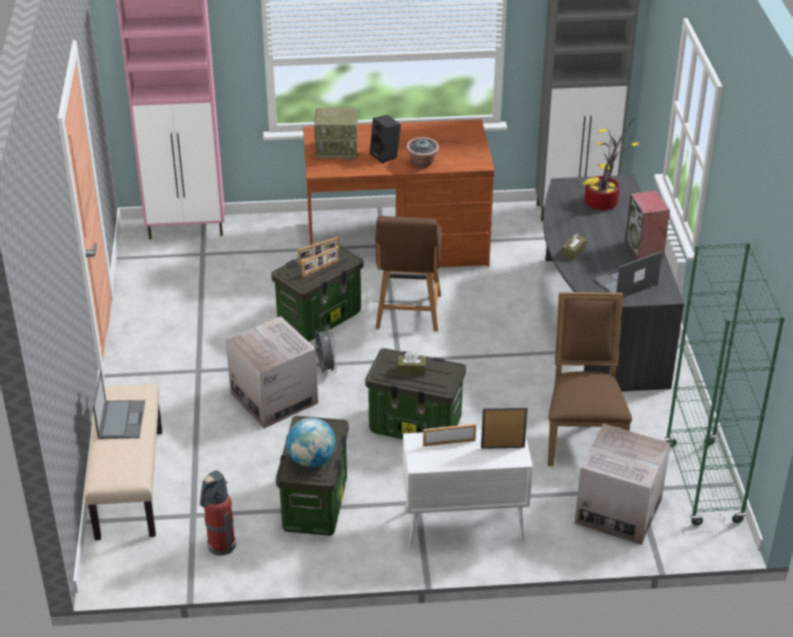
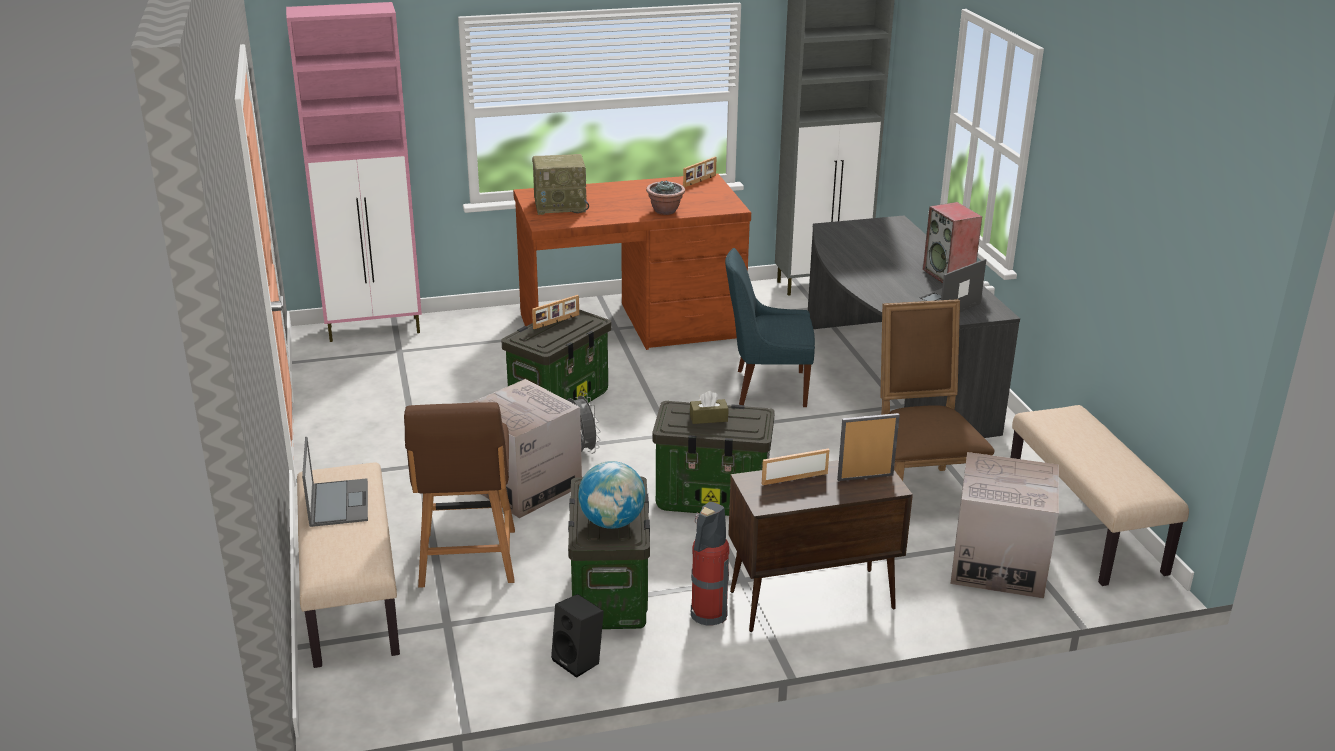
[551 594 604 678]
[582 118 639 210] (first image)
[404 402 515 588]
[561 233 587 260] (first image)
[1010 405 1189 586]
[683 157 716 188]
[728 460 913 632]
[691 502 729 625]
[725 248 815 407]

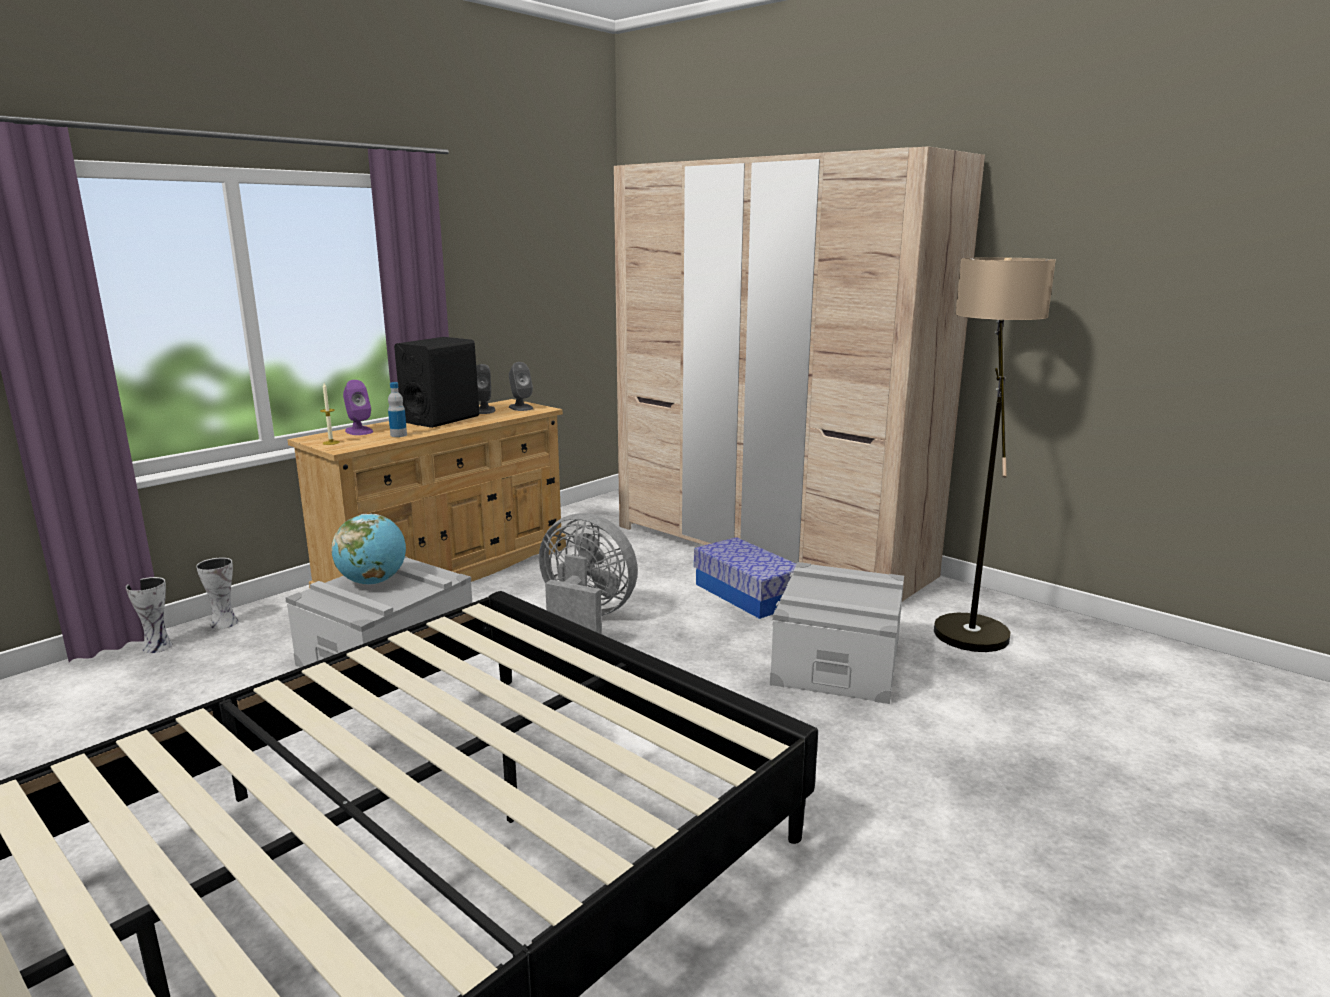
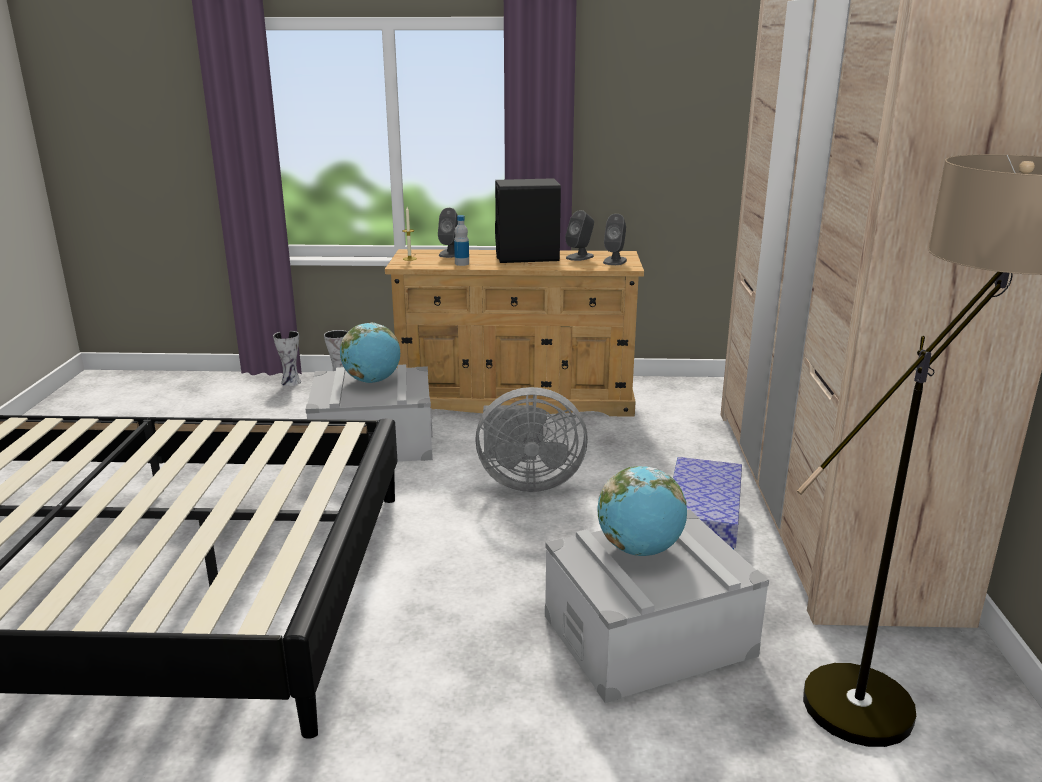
[438 208 458 258]
[475 387 588 493]
[597 466 687 556]

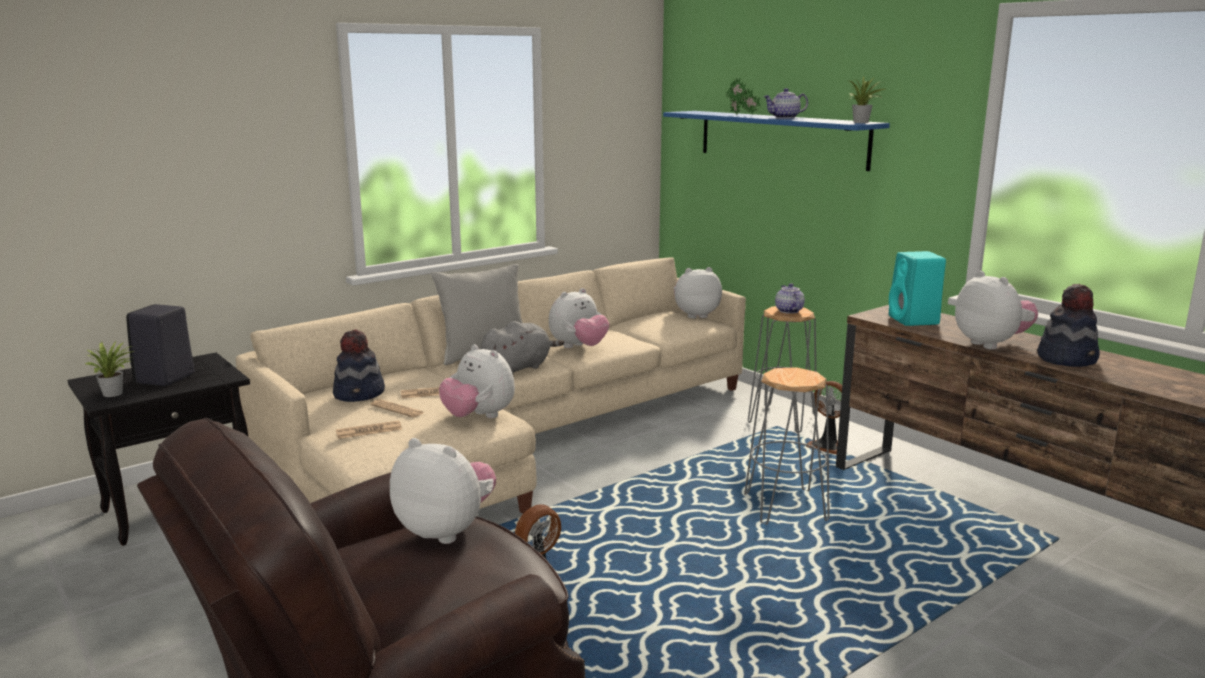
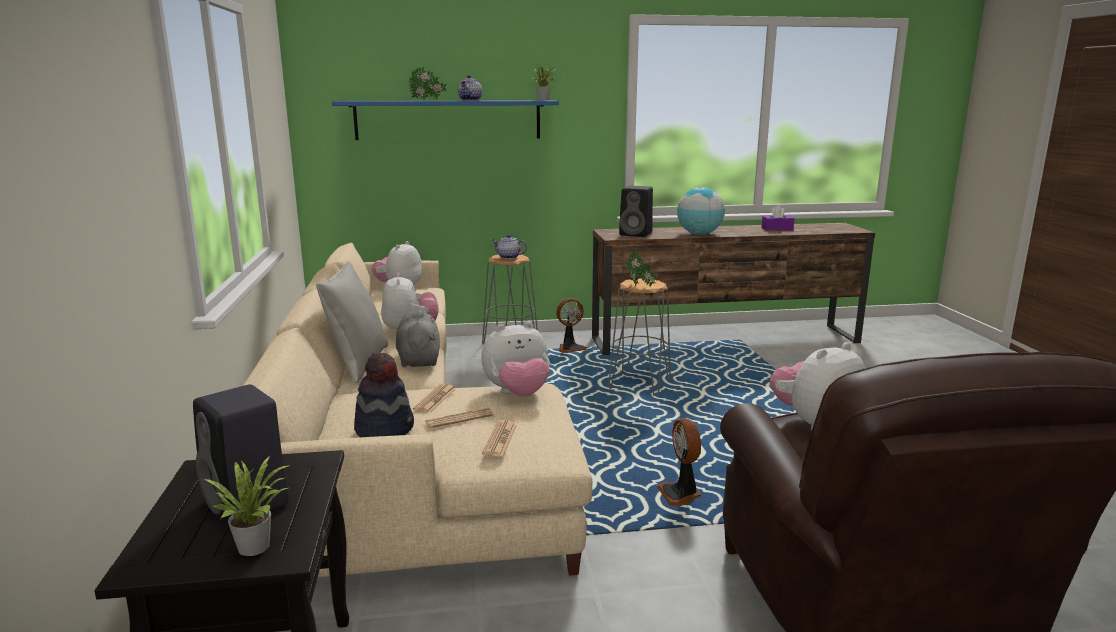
[619 186 653 237]
[677 187 725 235]
[1037 284 1100 367] (first image)
[762 205 794 231]
[625 251 657 287]

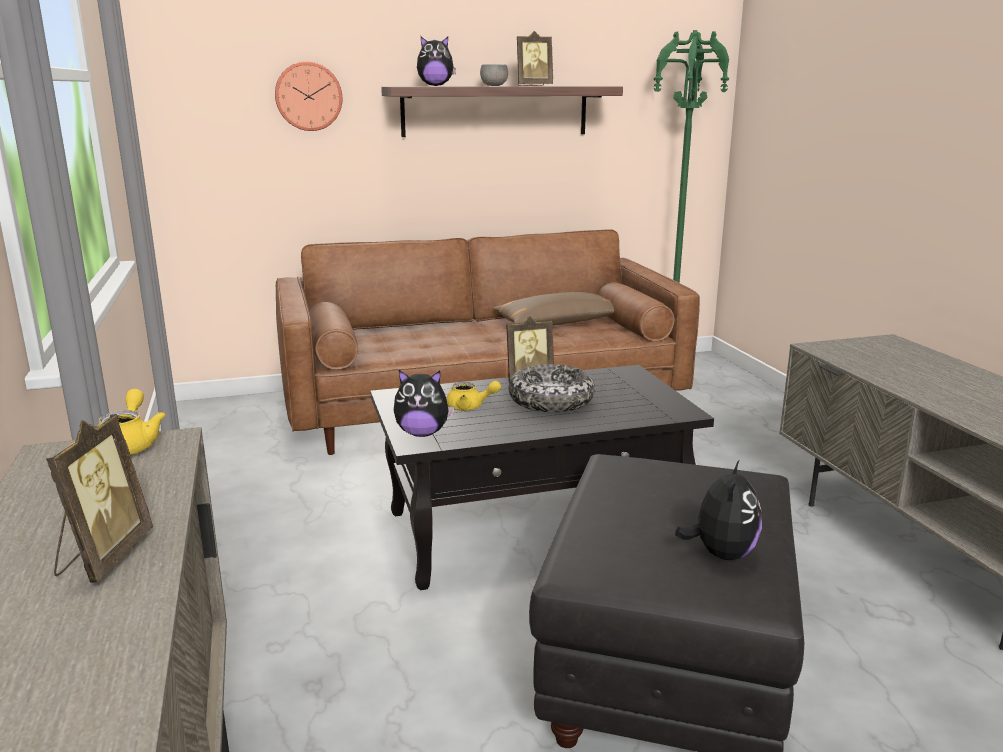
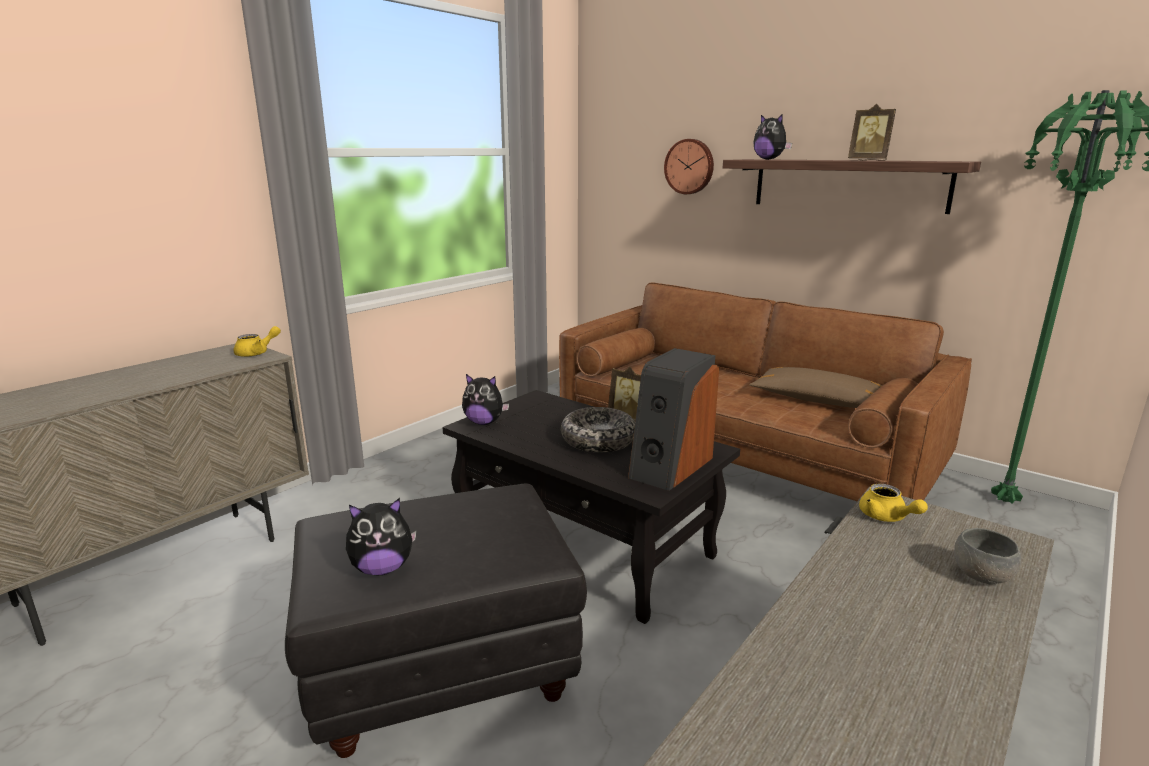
[954 528 1021 585]
[462 374 509 425]
[859 484 928 522]
[46 414 153 583] (first image)
[628 348 719 491]

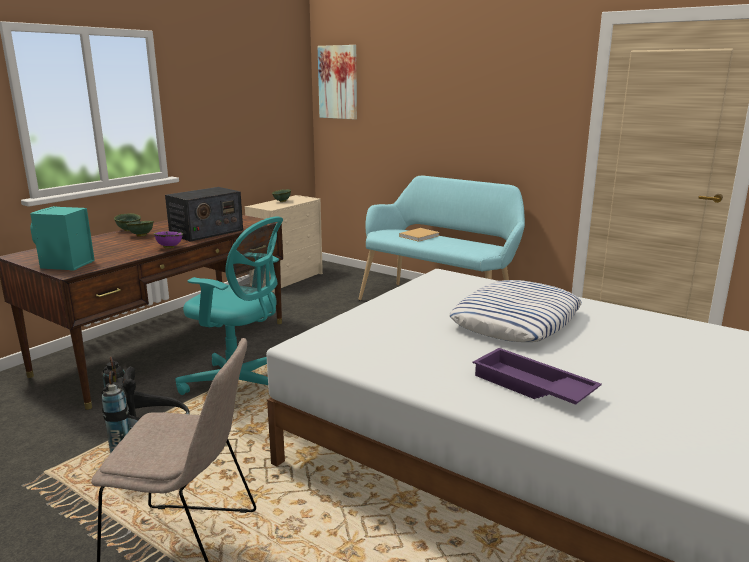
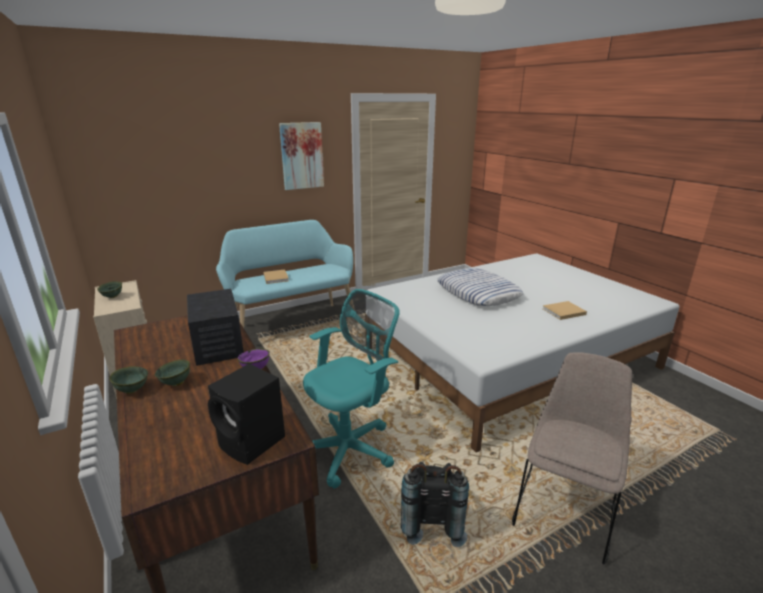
[279 122 324 190]
[208 364 285 465]
[543 301 587 320]

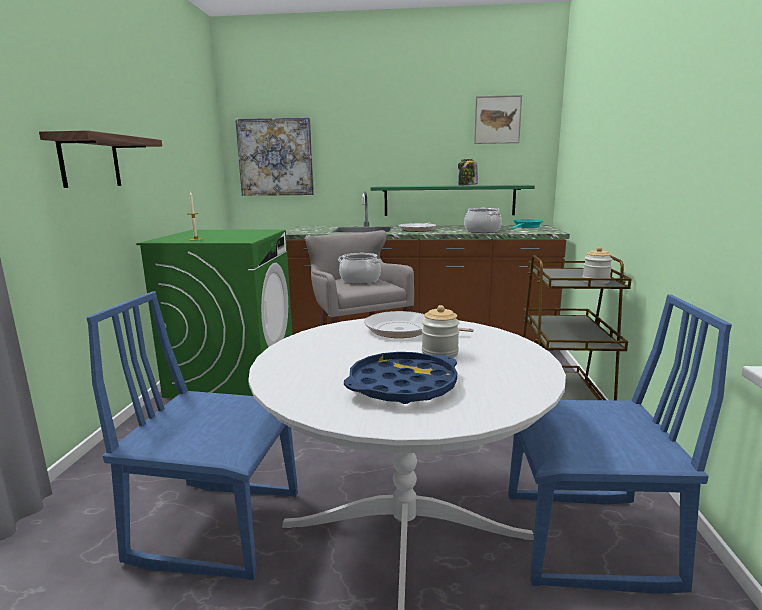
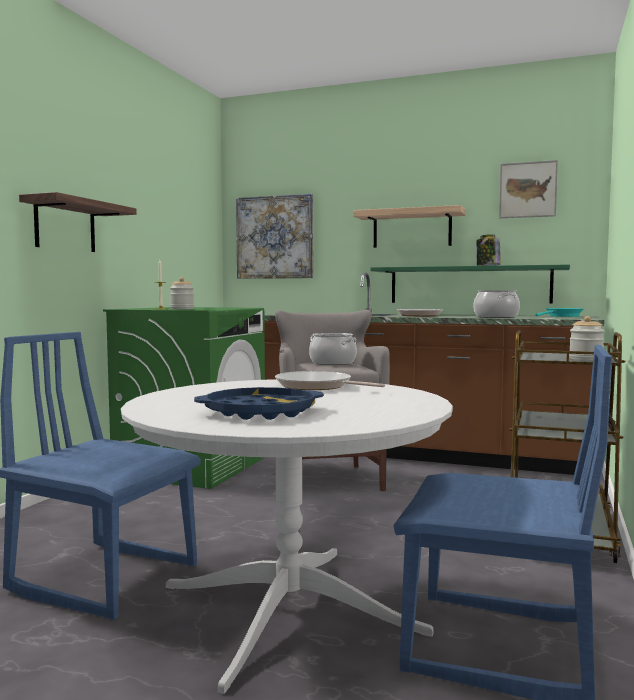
[170 277 194 310]
[353 205 466 248]

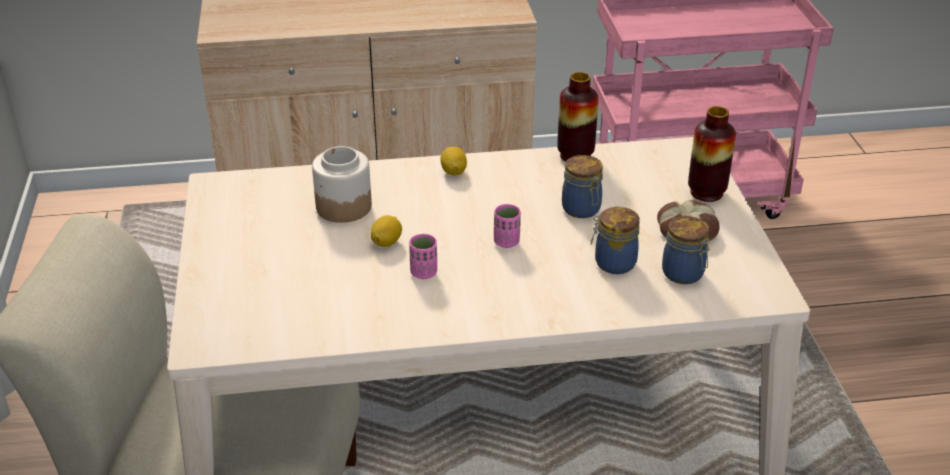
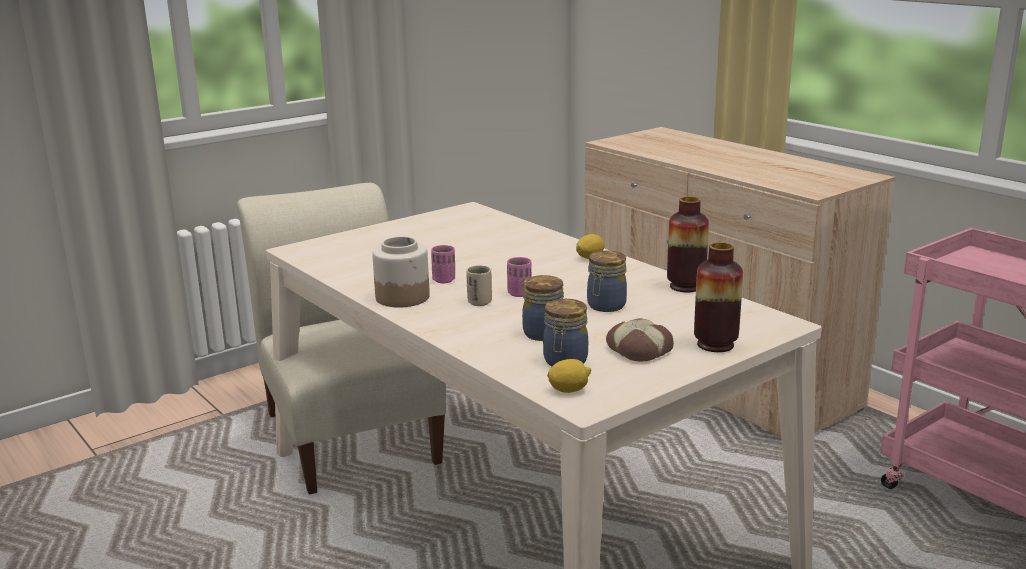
[372 236 430 308]
[547 359 591 393]
[466 265 492 306]

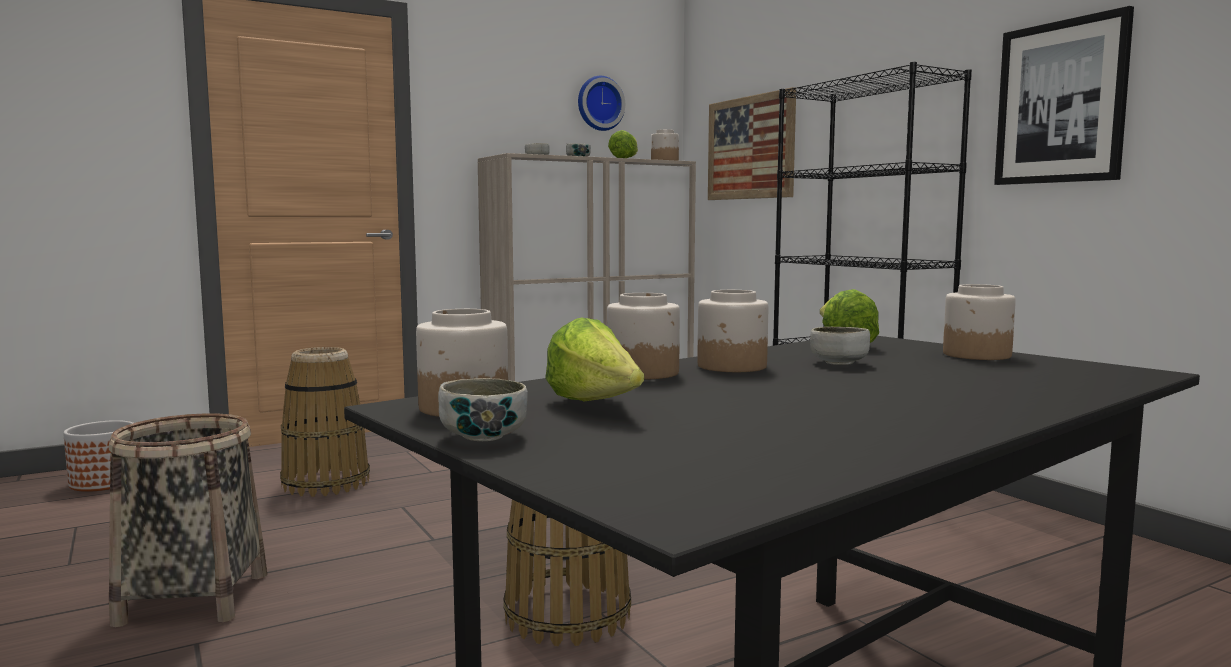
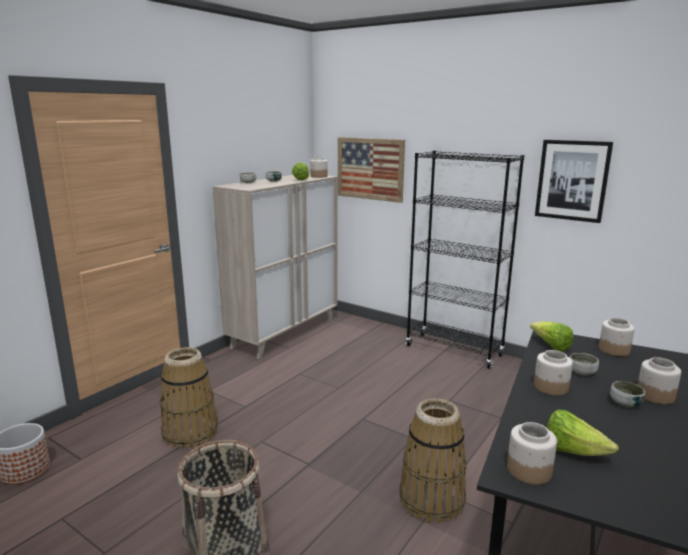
[578 76 625 131] (first image)
[638 357 681 404]
[610 381 645 407]

